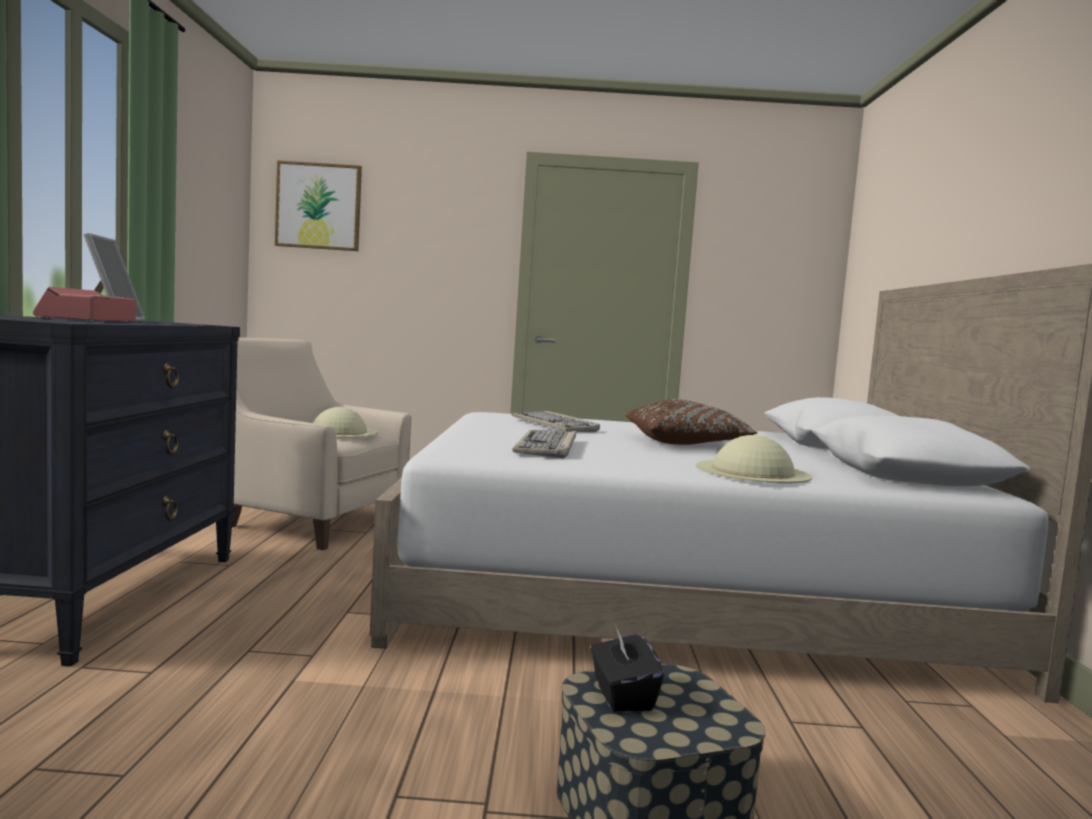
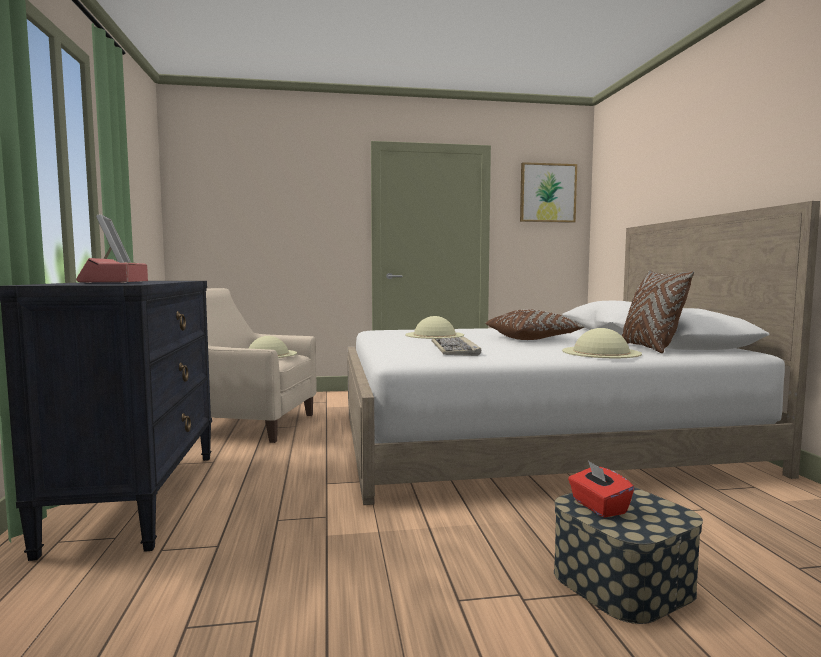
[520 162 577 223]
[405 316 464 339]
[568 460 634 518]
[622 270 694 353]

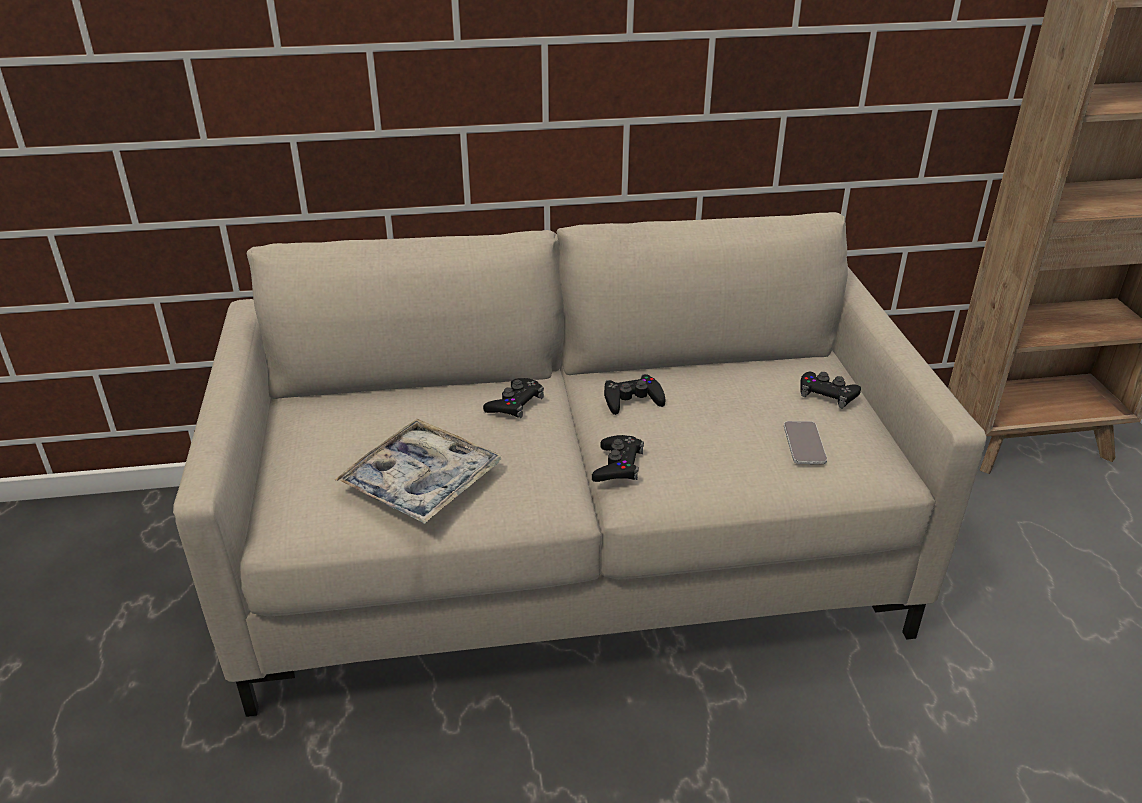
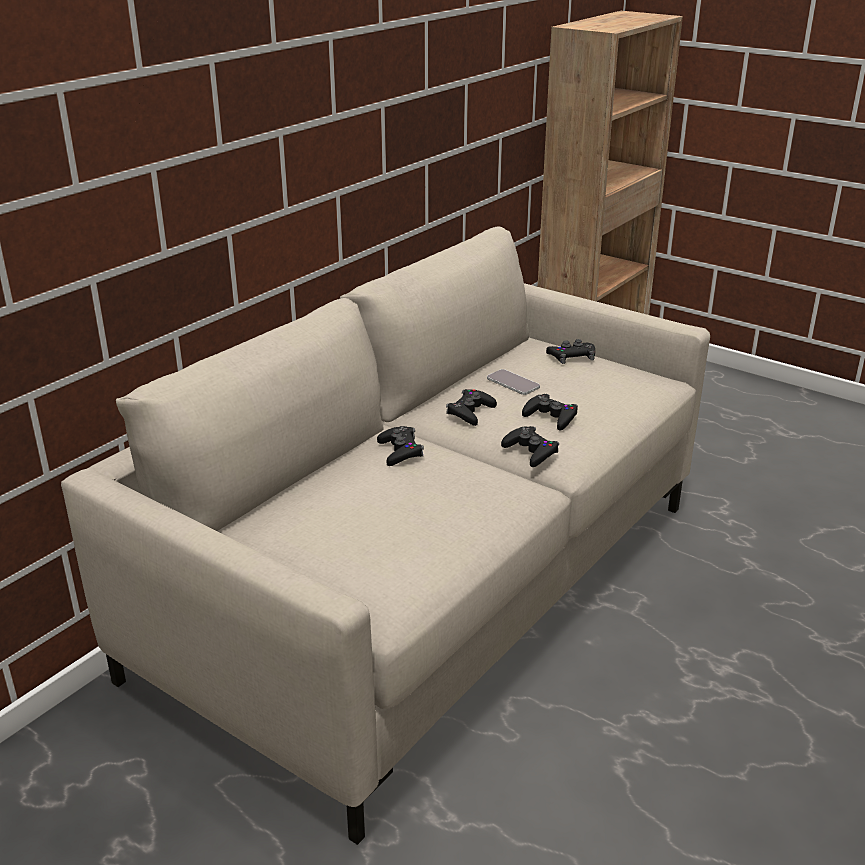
[335 419 501 524] (first image)
[487 369 540 395]
[522 394 578 431]

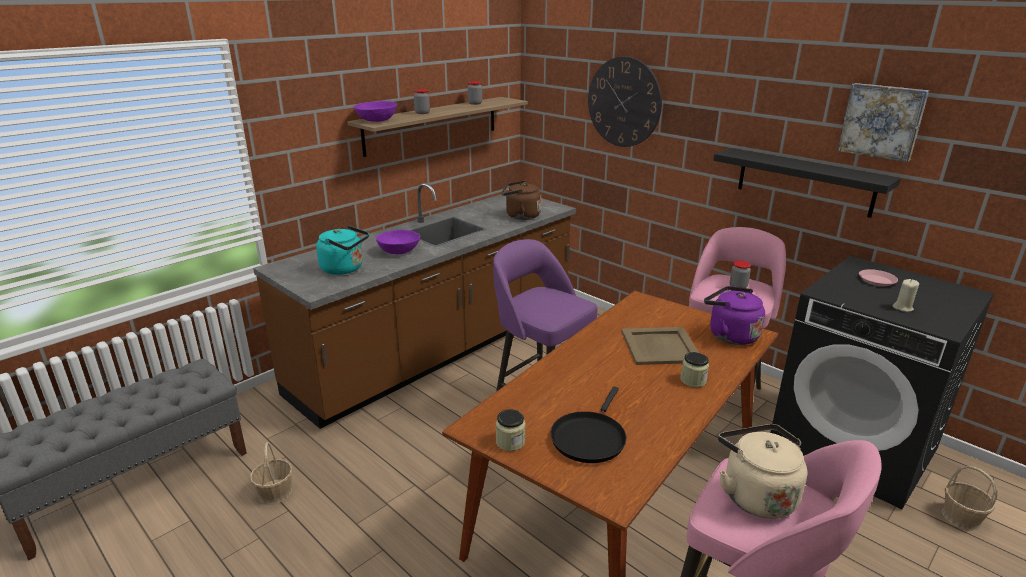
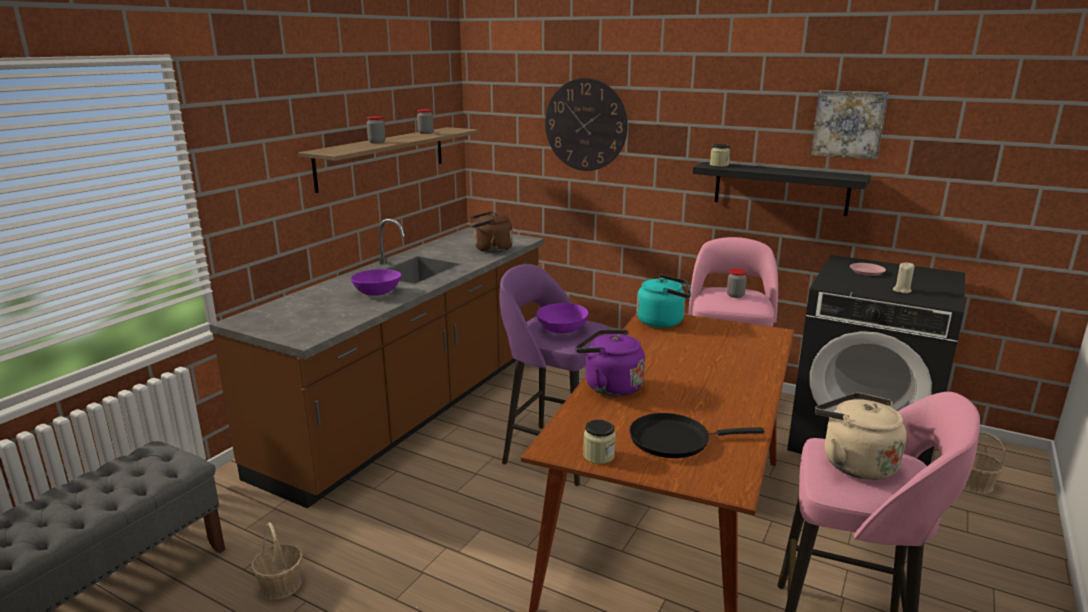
[536 303 589 333]
[637 275 691 328]
[575 330 645 396]
[621 327 699 365] (first image)
[710 144 730 167]
[629 413 764 458]

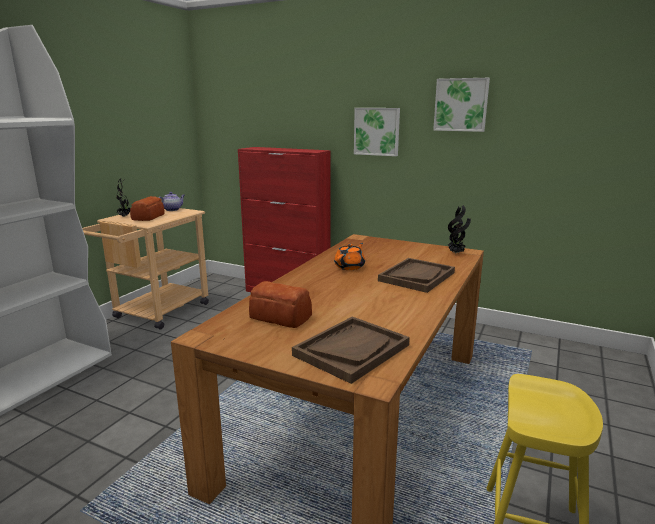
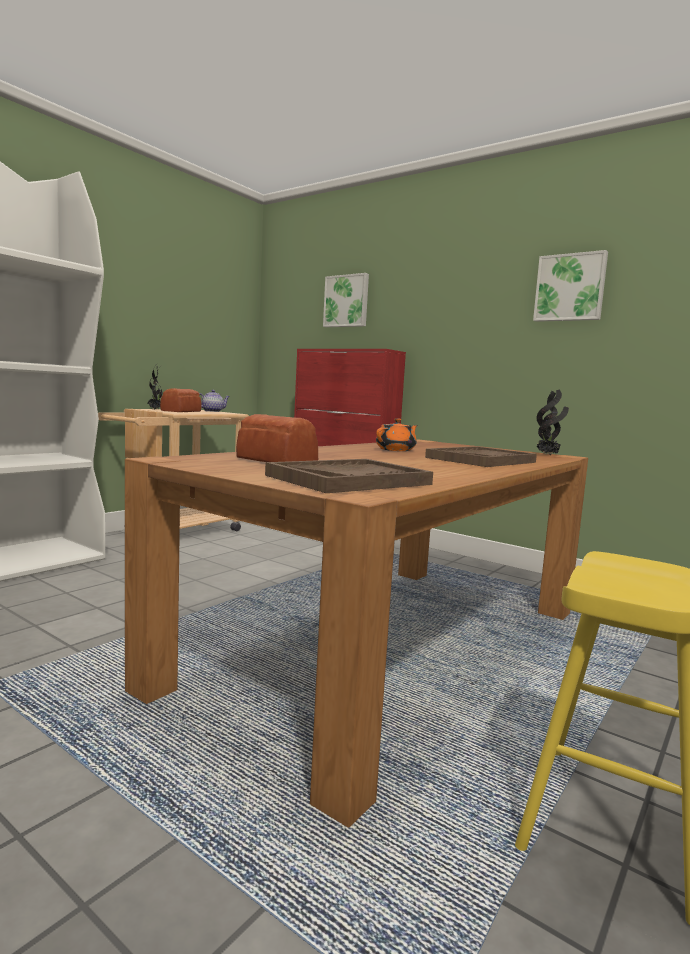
[323 273 369 327]

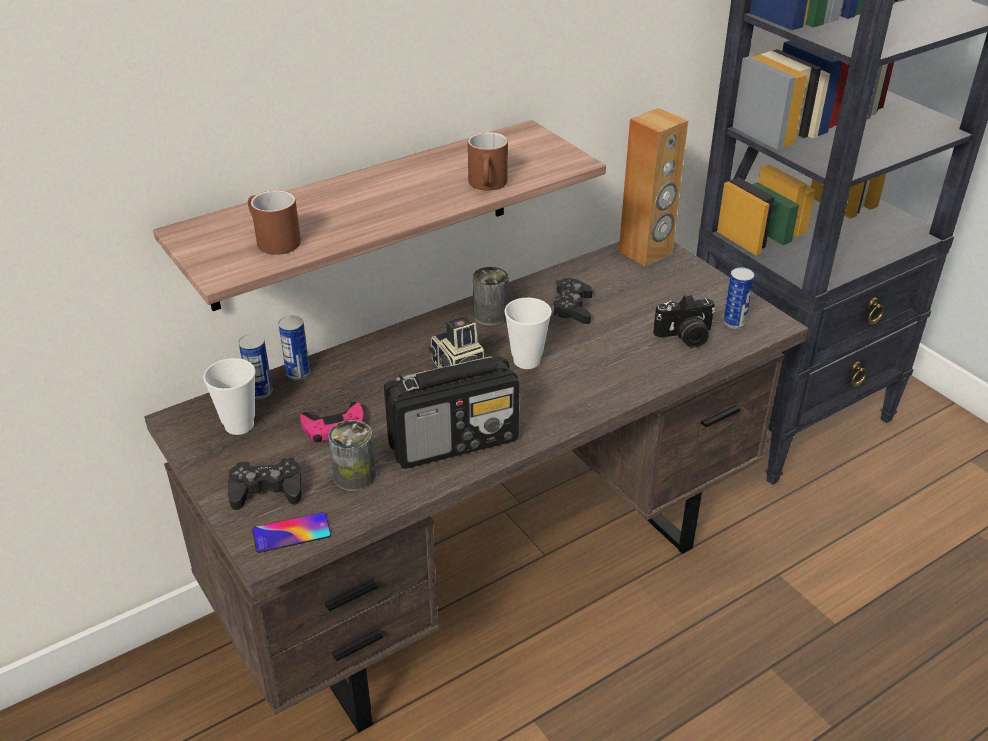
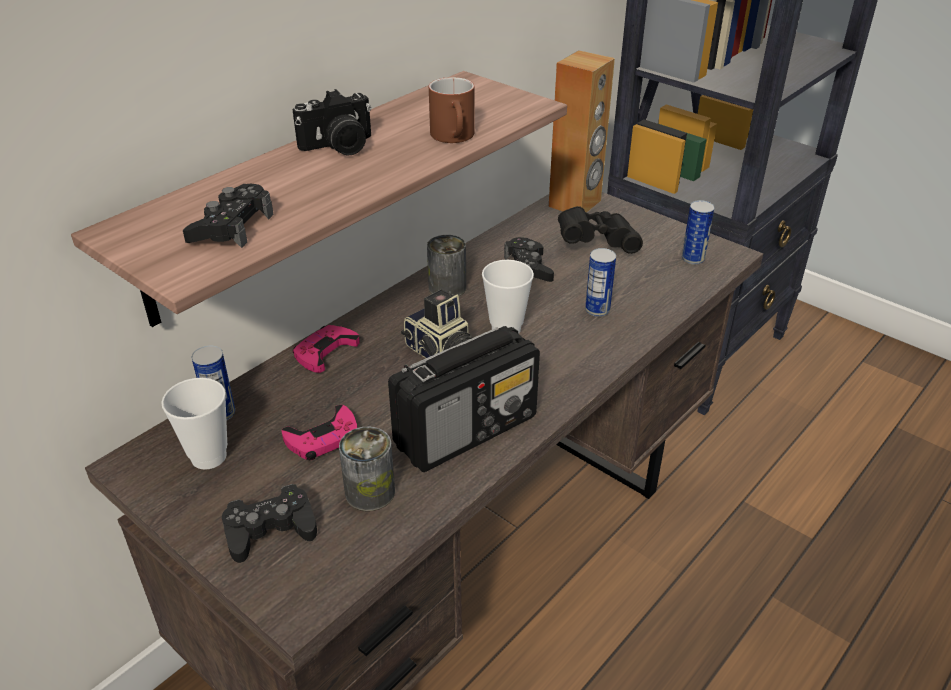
[183 184 274 248]
[292 89 371 156]
[585 248 616 317]
[252 512 331 553] (first image)
[558 206 643 254]
[292 325 360 373]

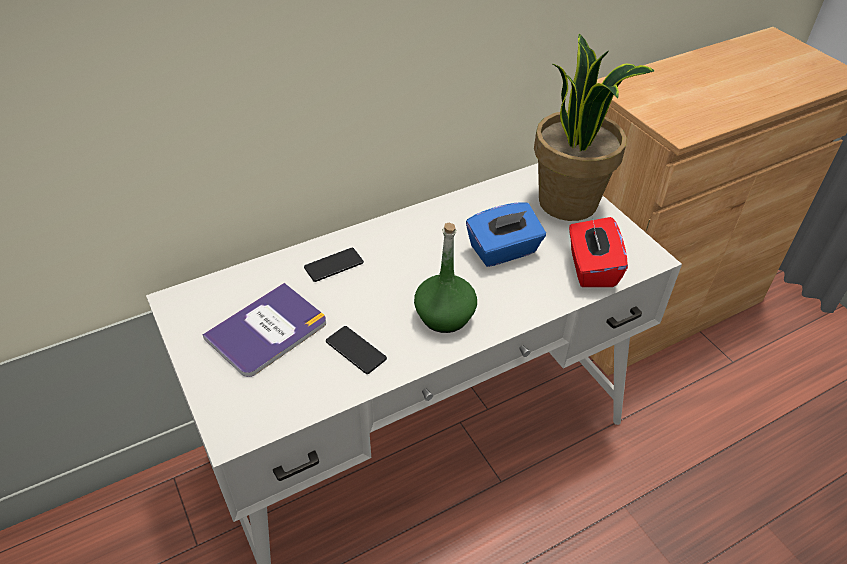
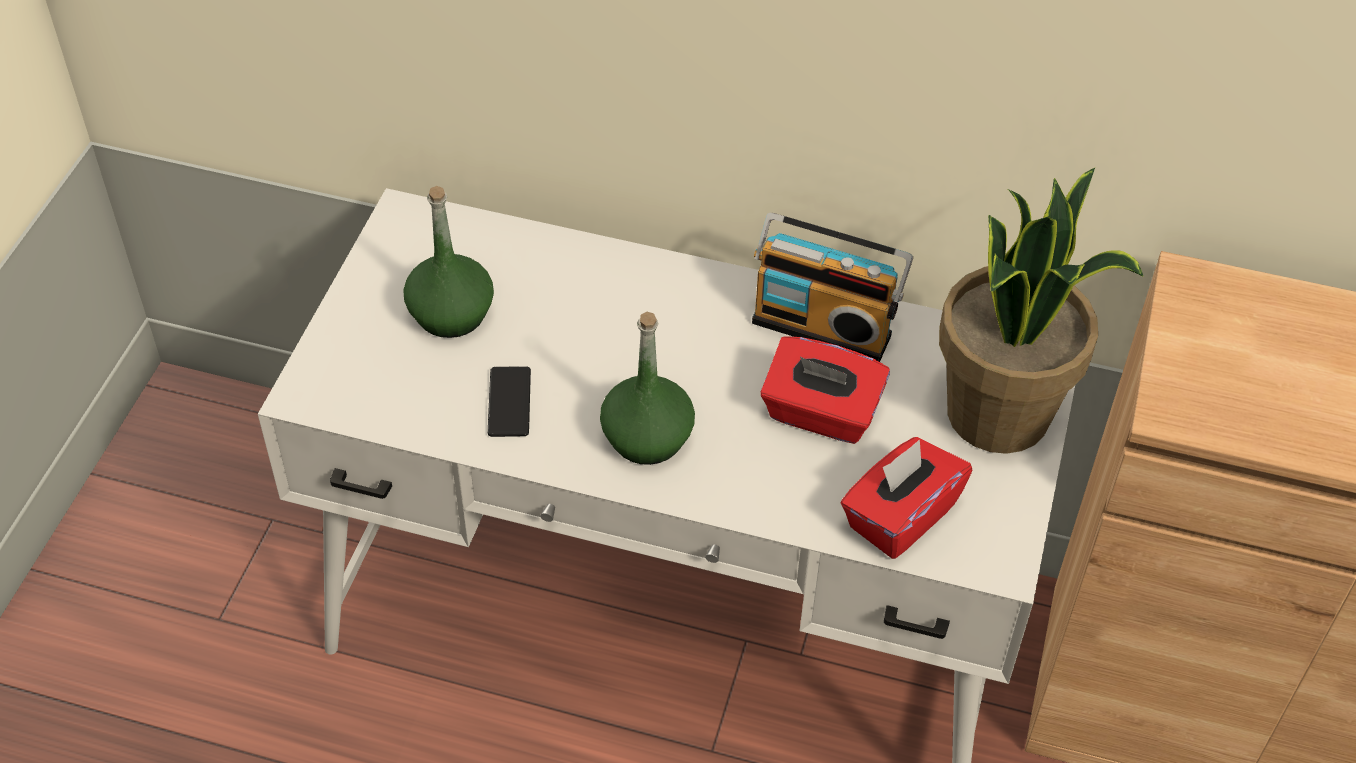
[760 336 890 444]
[304 248 364 282] (first image)
[404 186 494 338]
[752 213 913 362]

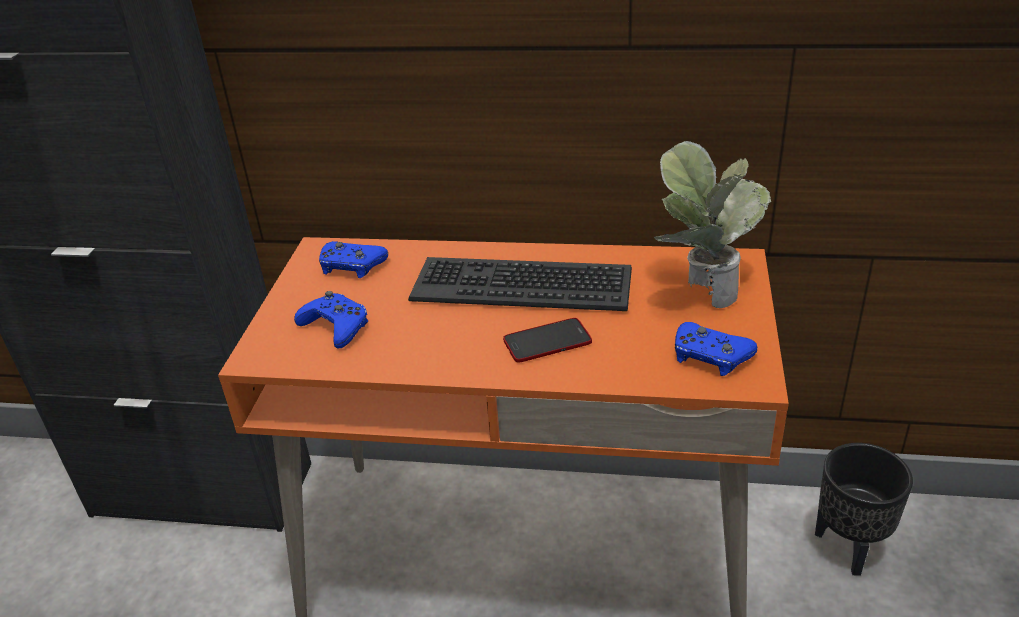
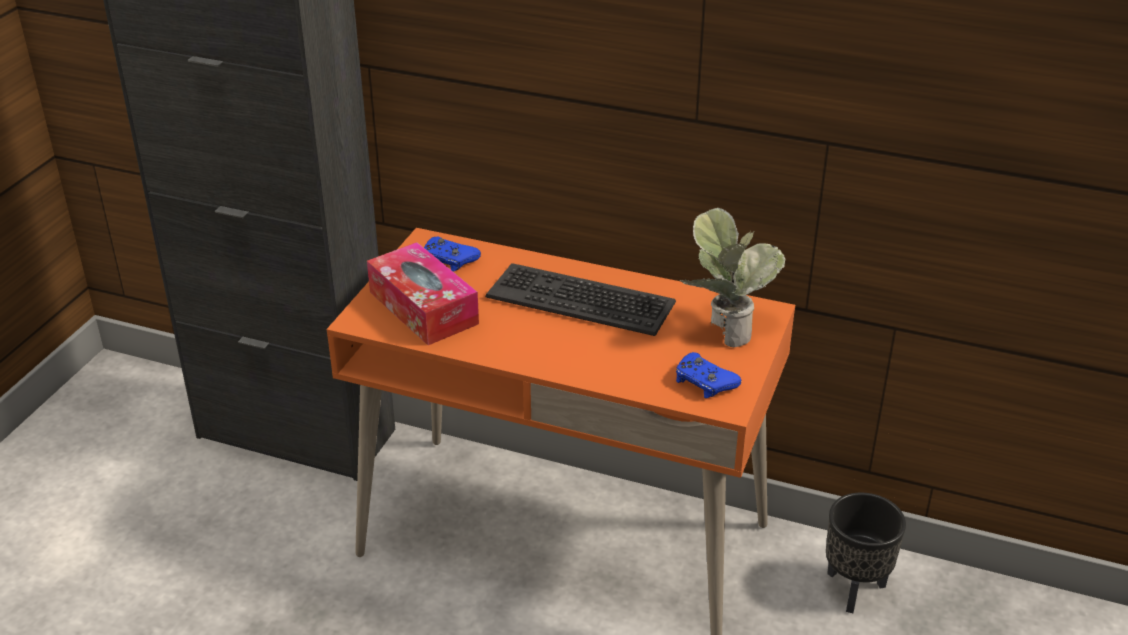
[367 242 479 345]
[503 318 592 363] (first image)

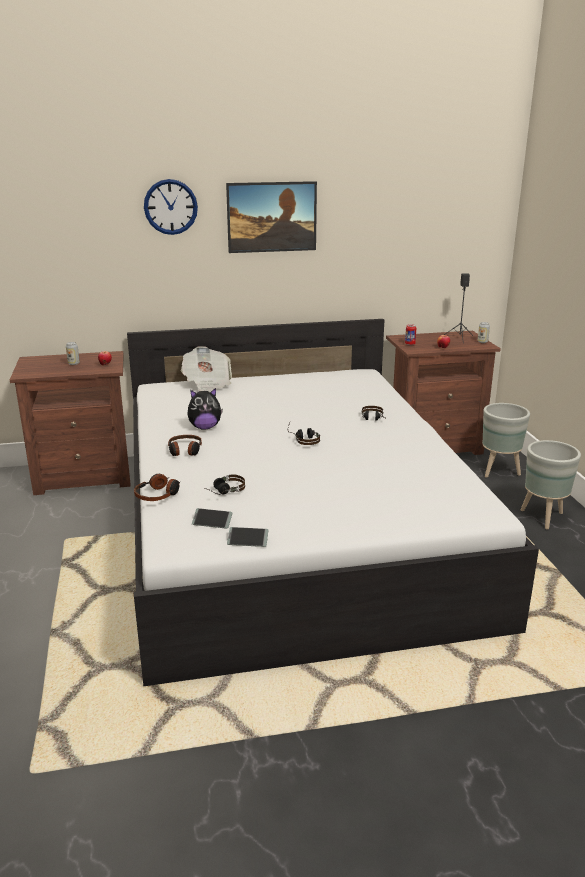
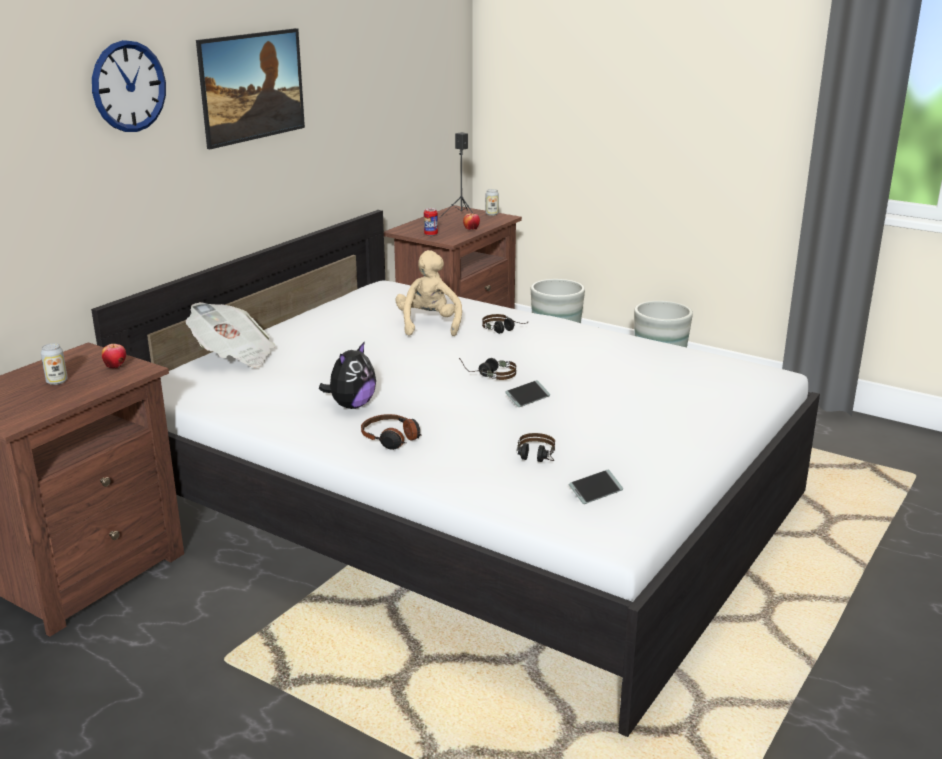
[134 474 180 501] (first image)
[505 380 550 407]
[395 250 462 336]

